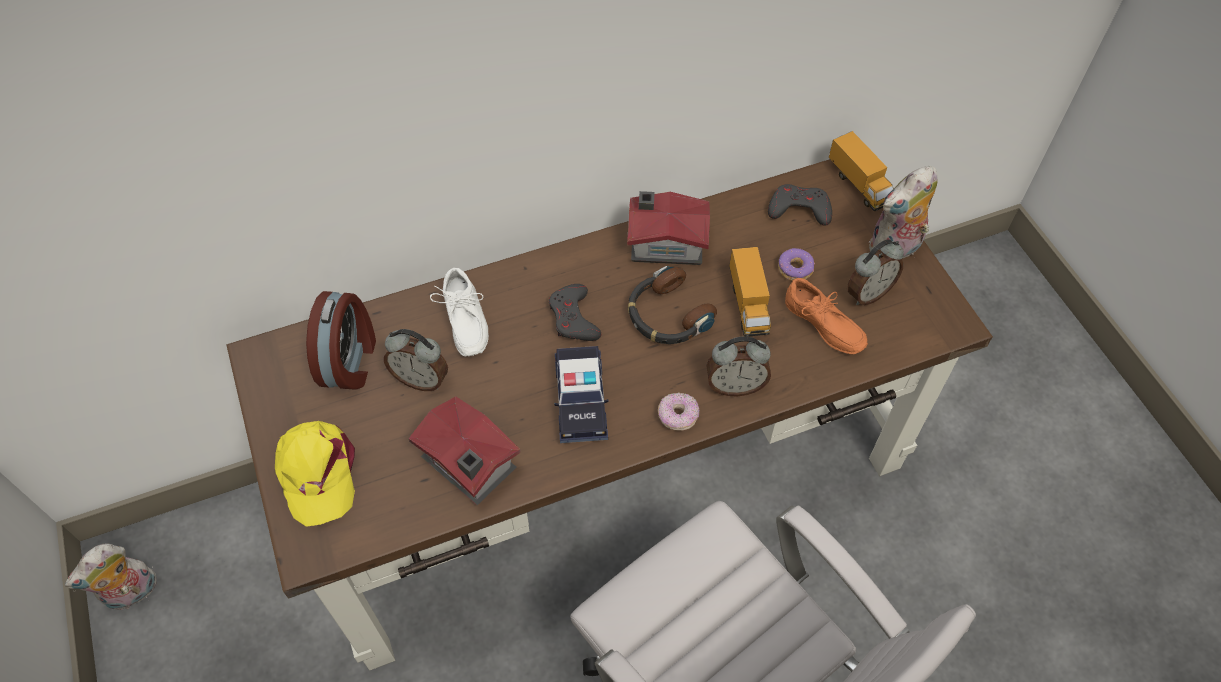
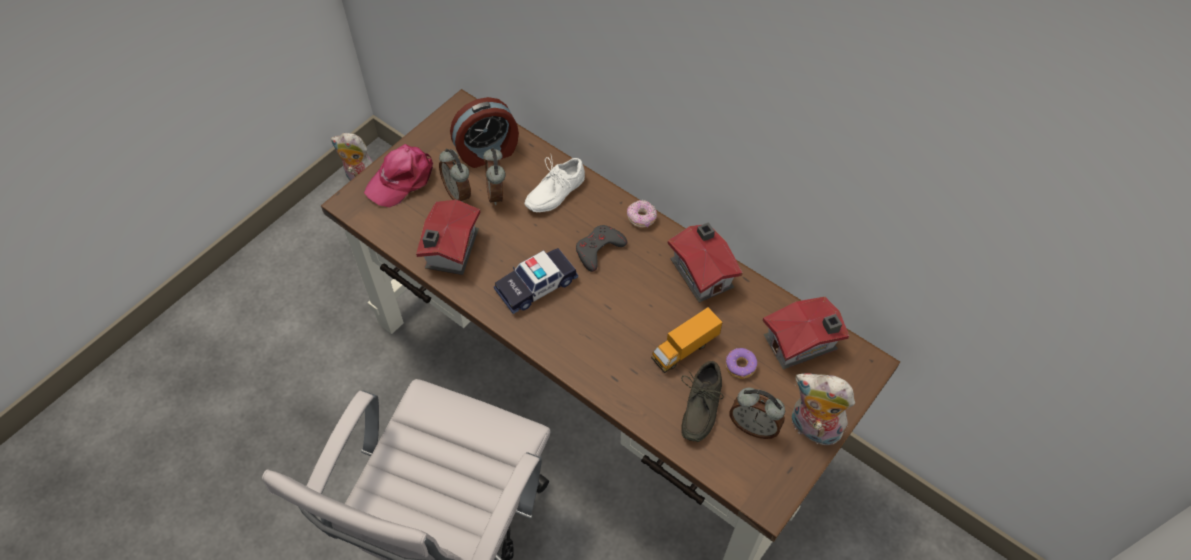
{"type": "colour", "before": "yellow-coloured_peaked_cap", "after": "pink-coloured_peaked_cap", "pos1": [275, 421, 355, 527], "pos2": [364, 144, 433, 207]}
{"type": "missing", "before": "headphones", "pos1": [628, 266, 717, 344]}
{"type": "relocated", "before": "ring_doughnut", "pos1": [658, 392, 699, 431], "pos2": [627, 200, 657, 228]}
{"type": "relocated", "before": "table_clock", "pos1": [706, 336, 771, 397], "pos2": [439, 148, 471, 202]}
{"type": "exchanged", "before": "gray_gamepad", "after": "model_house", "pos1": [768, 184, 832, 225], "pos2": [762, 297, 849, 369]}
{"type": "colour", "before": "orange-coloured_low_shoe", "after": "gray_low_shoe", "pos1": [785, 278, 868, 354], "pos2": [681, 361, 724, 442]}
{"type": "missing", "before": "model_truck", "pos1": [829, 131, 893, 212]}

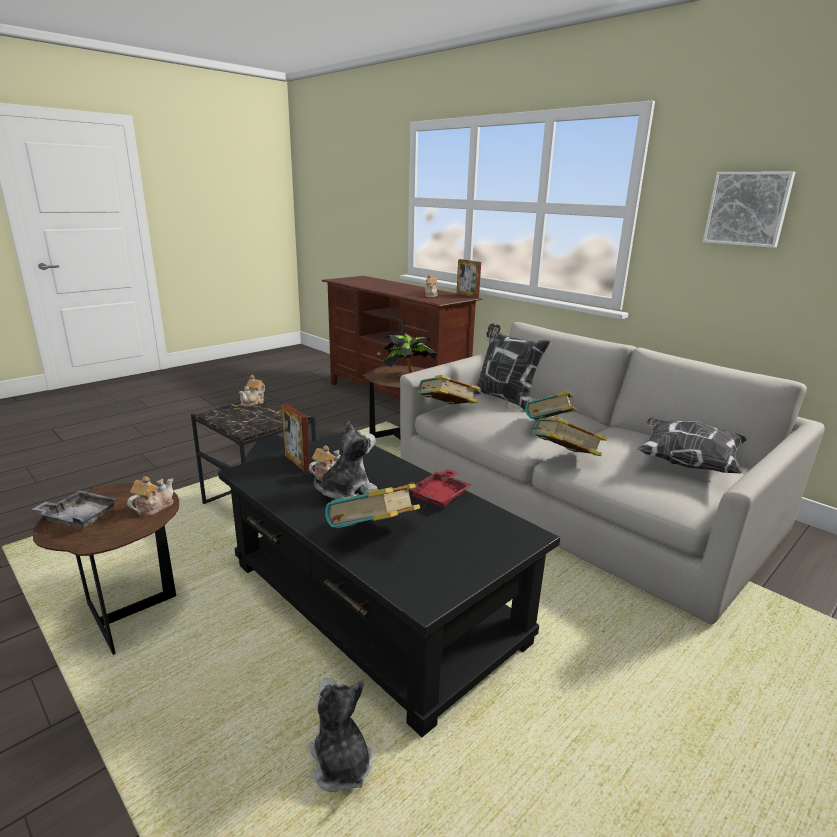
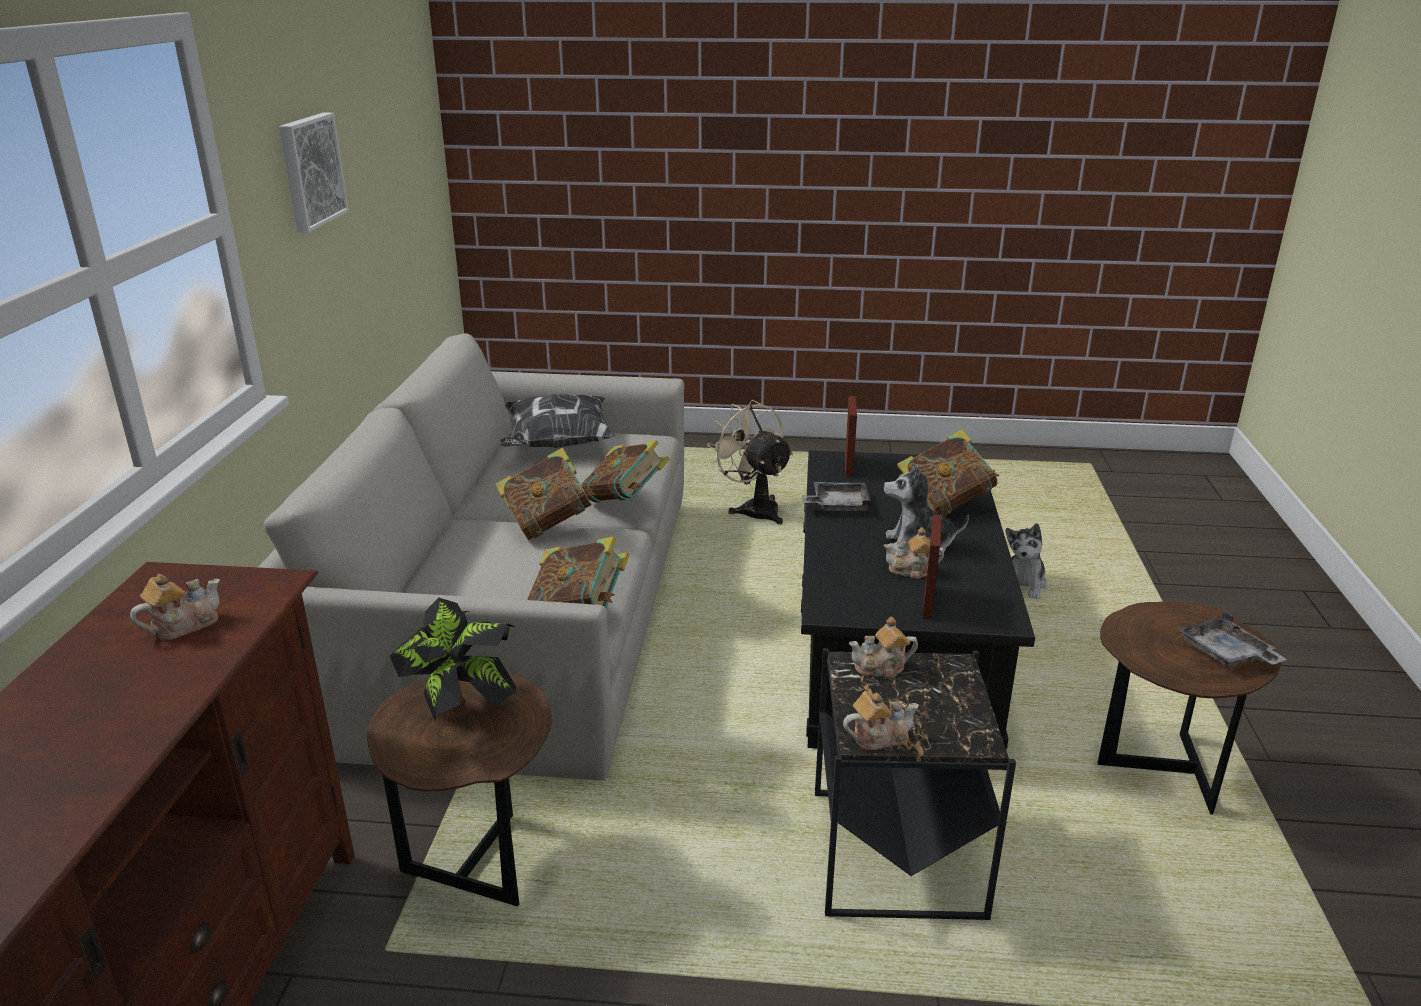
{"type": "relocated", "before": "teapot", "pos1": [127, 476, 173, 516], "pos2": [849, 617, 918, 678]}
{"type": "colour", "before": "reddish_tray", "after": "gray_tray", "pos1": [409, 469, 472, 507], "pos2": [802, 482, 872, 511]}
{"type": "relocated", "before": "picture_frame", "pos1": [457, 259, 481, 298], "pos2": [845, 396, 857, 477]}
{"type": "missing", "before": "cushion", "pos1": [474, 324, 550, 410]}
{"type": "appeared", "after": "beige_fan", "pos2": [707, 400, 793, 524]}

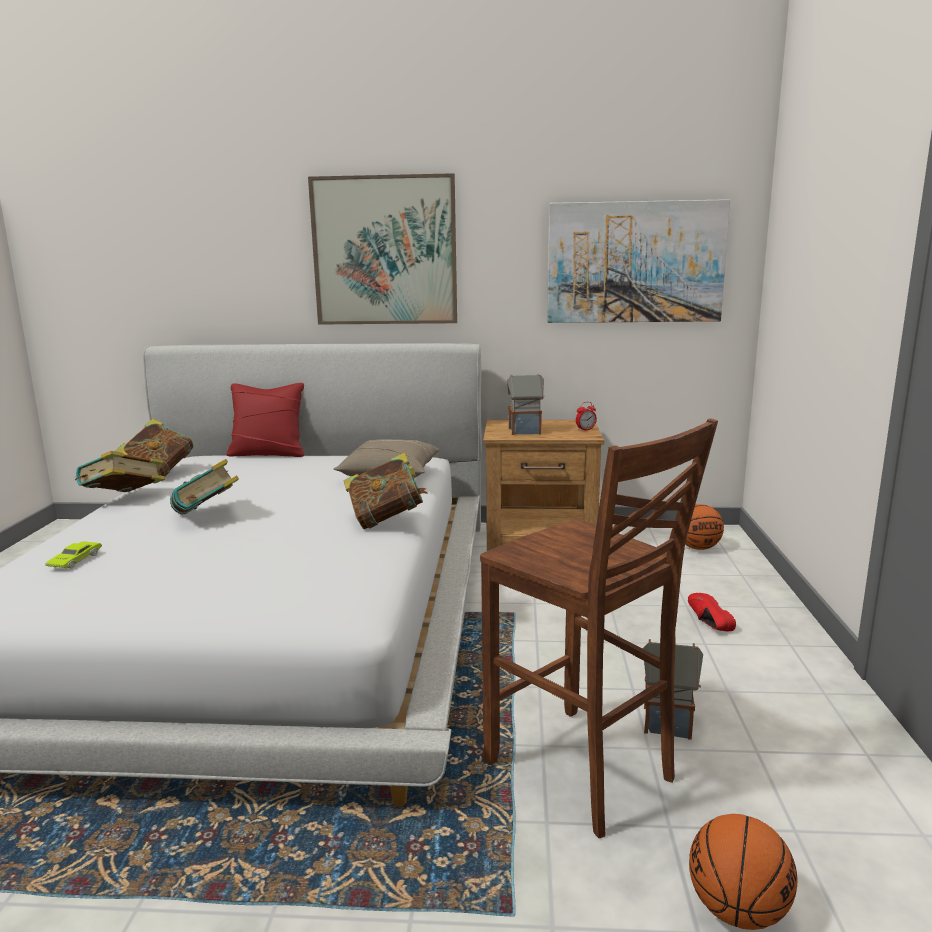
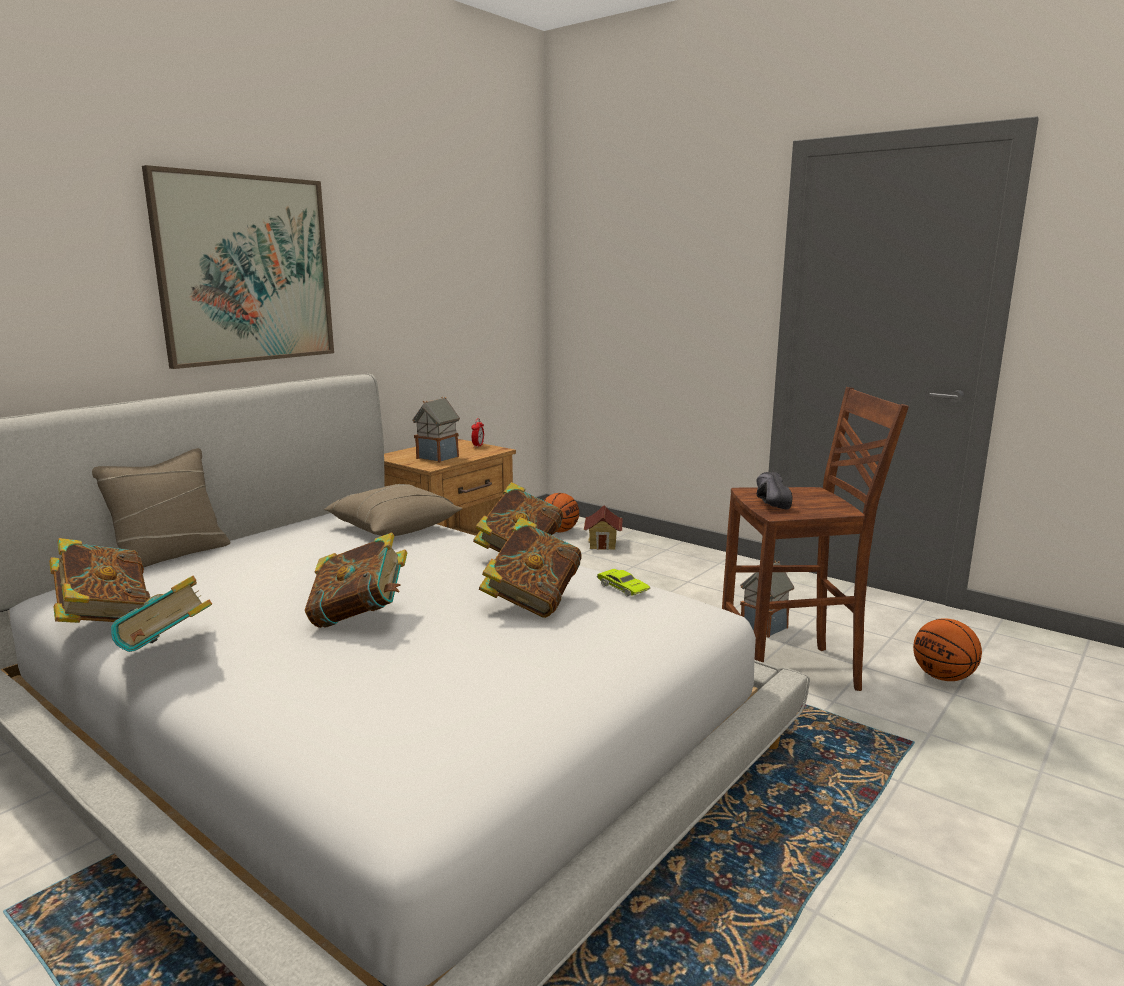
{"type": "relocated", "before": "green-coloured_model_car", "pos1": [45, 541, 102, 568], "pos2": [597, 569, 651, 597]}
{"type": "colour", "before": "reddish_cushion", "after": "beige_cushion", "pos1": [226, 383, 304, 457], "pos2": [92, 448, 231, 568]}
{"type": "missing", "before": "picture", "pos1": [547, 199, 730, 323]}
{"type": "missing", "before": "reddish_low_shoe", "pos1": [688, 593, 736, 631]}
{"type": "appeared", "after": "volume", "pos2": [479, 517, 582, 618]}
{"type": "appeared", "after": "model_house", "pos2": [584, 506, 622, 550]}
{"type": "appeared", "after": "blackish_low_shoe", "pos2": [756, 472, 792, 510]}

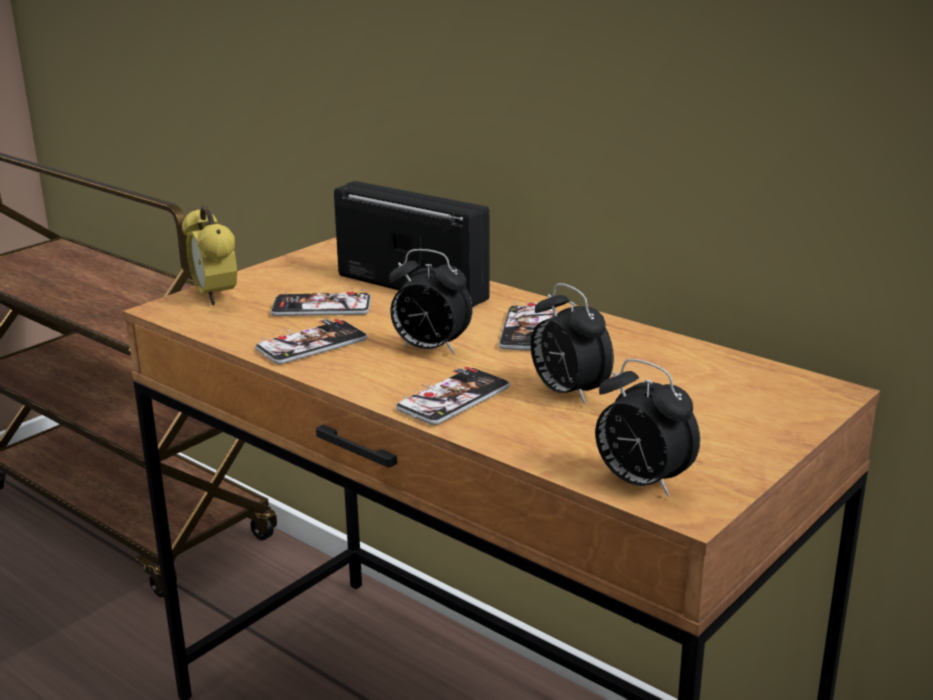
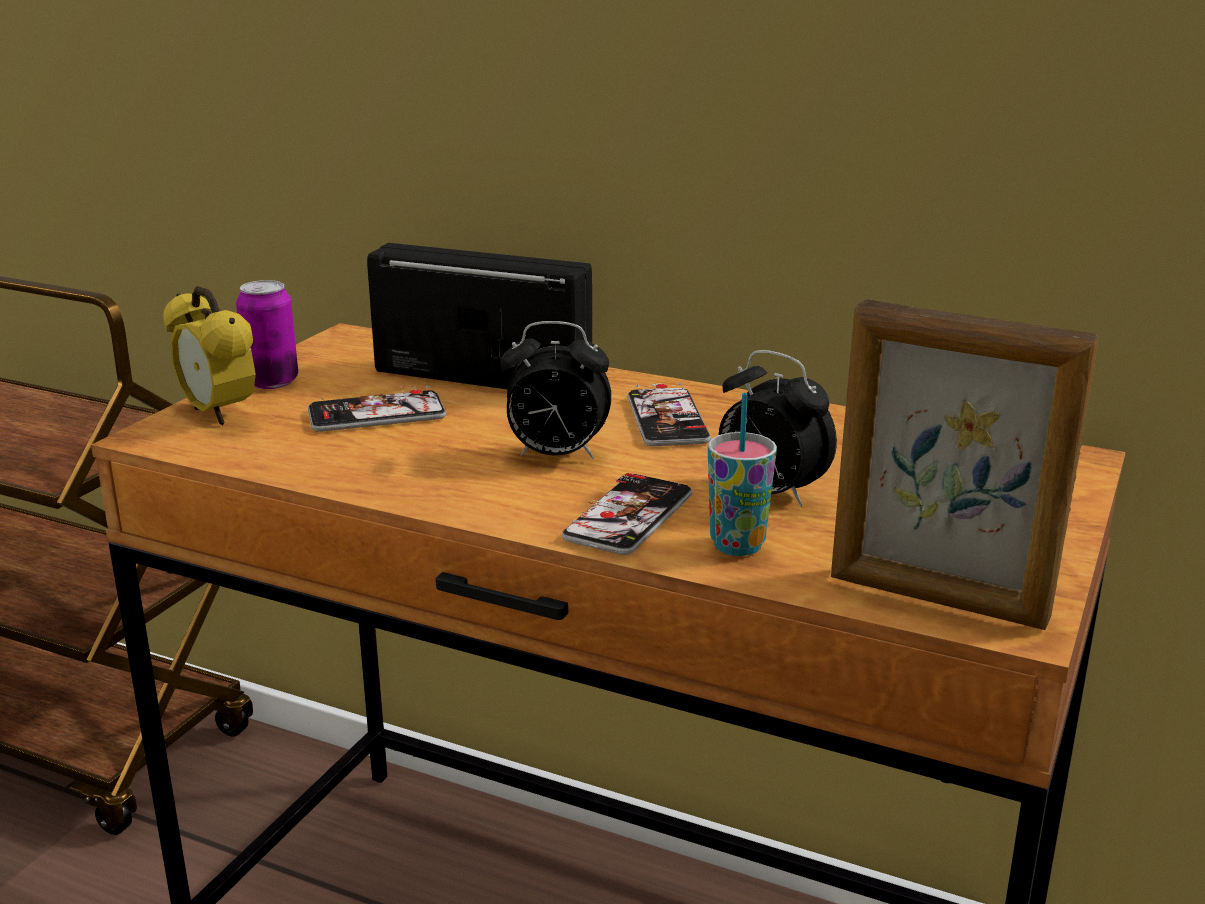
{"type": "missing", "before": "handset", "pos1": [255, 319, 367, 364]}
{"type": "exchanged", "before": "table_clock", "after": "picture_frame", "pos1": [595, 359, 700, 497], "pos2": [831, 299, 1099, 630]}
{"type": "appeared", "after": "sealed_can", "pos2": [236, 280, 298, 389]}
{"type": "appeared", "after": "cup", "pos2": [708, 393, 777, 556]}

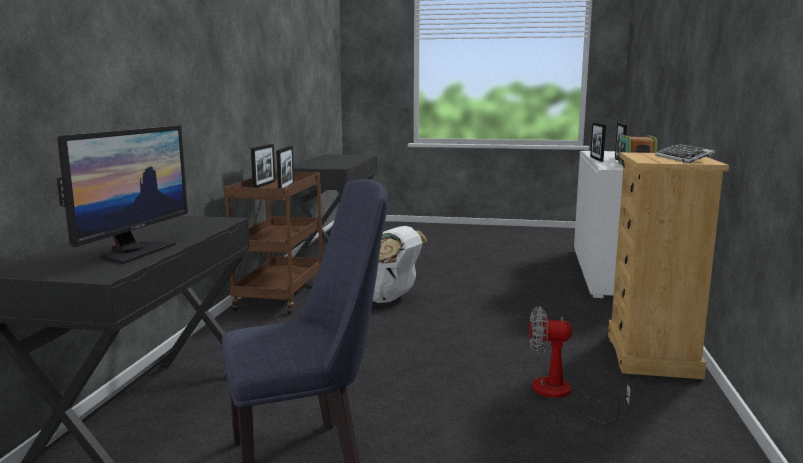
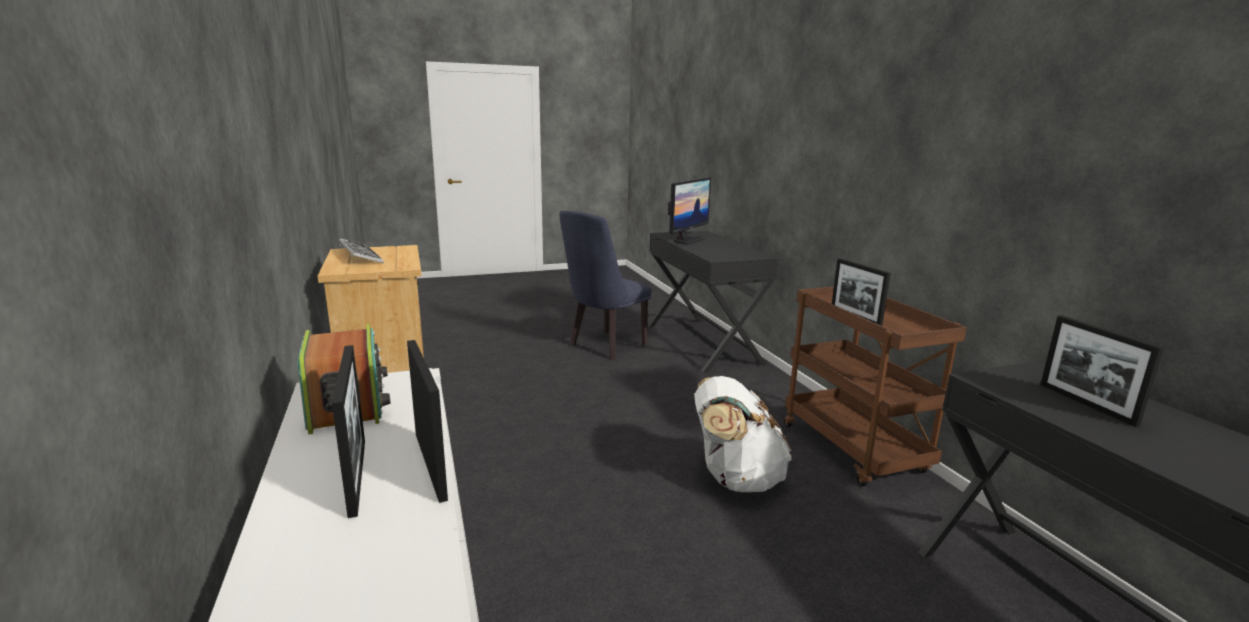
{"type": "spun", "before": "monitor", "pos1": [57, 126, 188, 264], "pos2": [668, 177, 711, 245], "turn": -135}
{"type": "relocated", "before": "picture_frame", "pos1": [251, 144, 275, 188], "pos2": [1041, 315, 1164, 427]}
{"type": "missing", "before": "fan", "pos1": [529, 306, 631, 424]}

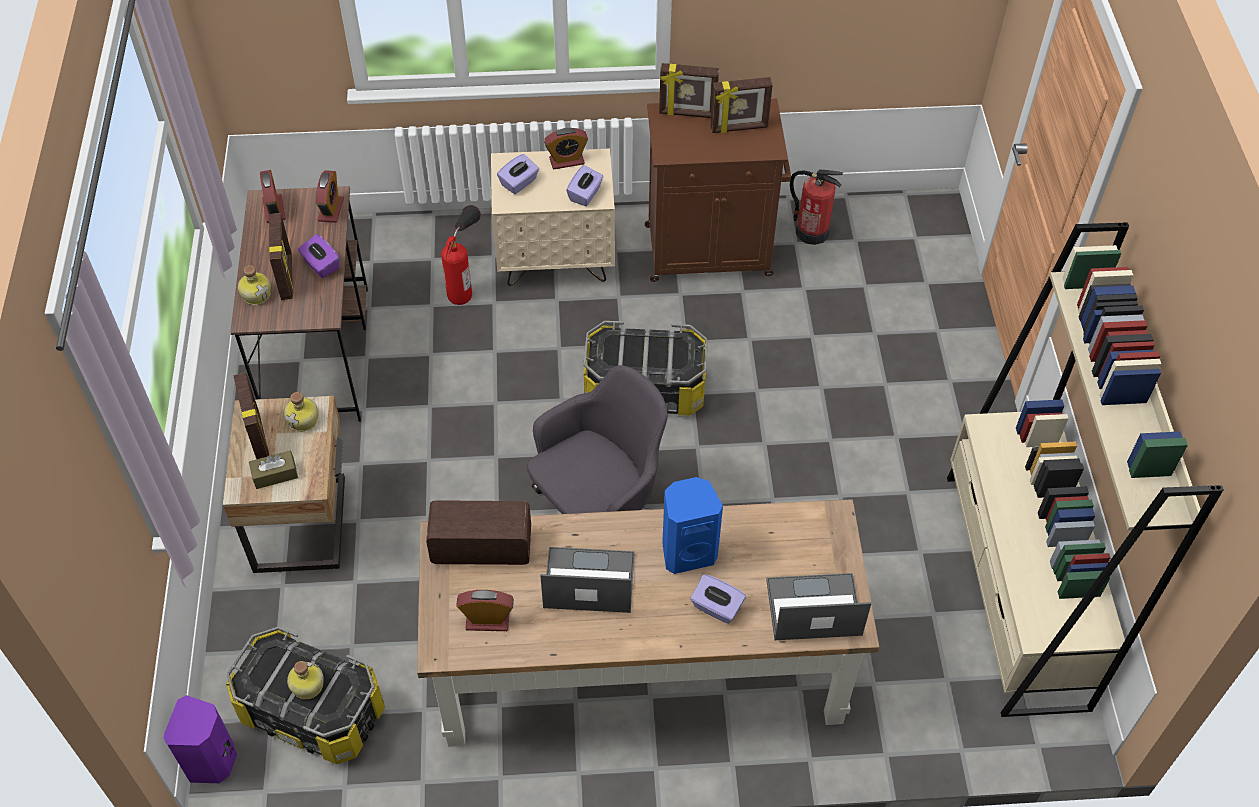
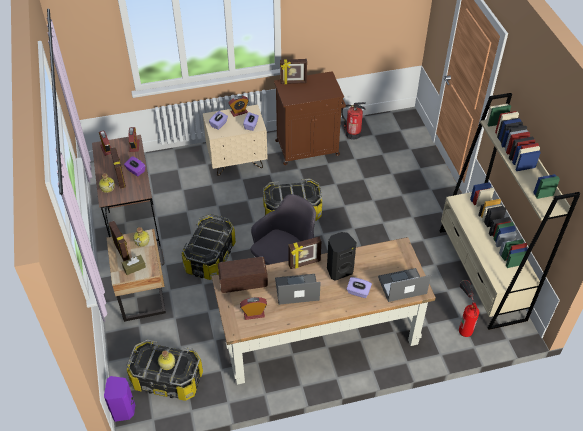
{"type": "relocated", "before": "fire-fighting_cylinder", "pos1": [441, 205, 481, 305], "pos2": [459, 280, 479, 337]}
{"type": "colour", "before": "bluish_speaker", "after": "blackish_speaker", "pos1": [662, 477, 723, 574], "pos2": [327, 232, 356, 281]}
{"type": "relocated", "before": "picture_frame", "pos1": [711, 77, 773, 133], "pos2": [289, 237, 321, 269]}
{"type": "appeared", "after": "storage_box", "pos2": [181, 214, 236, 280]}

